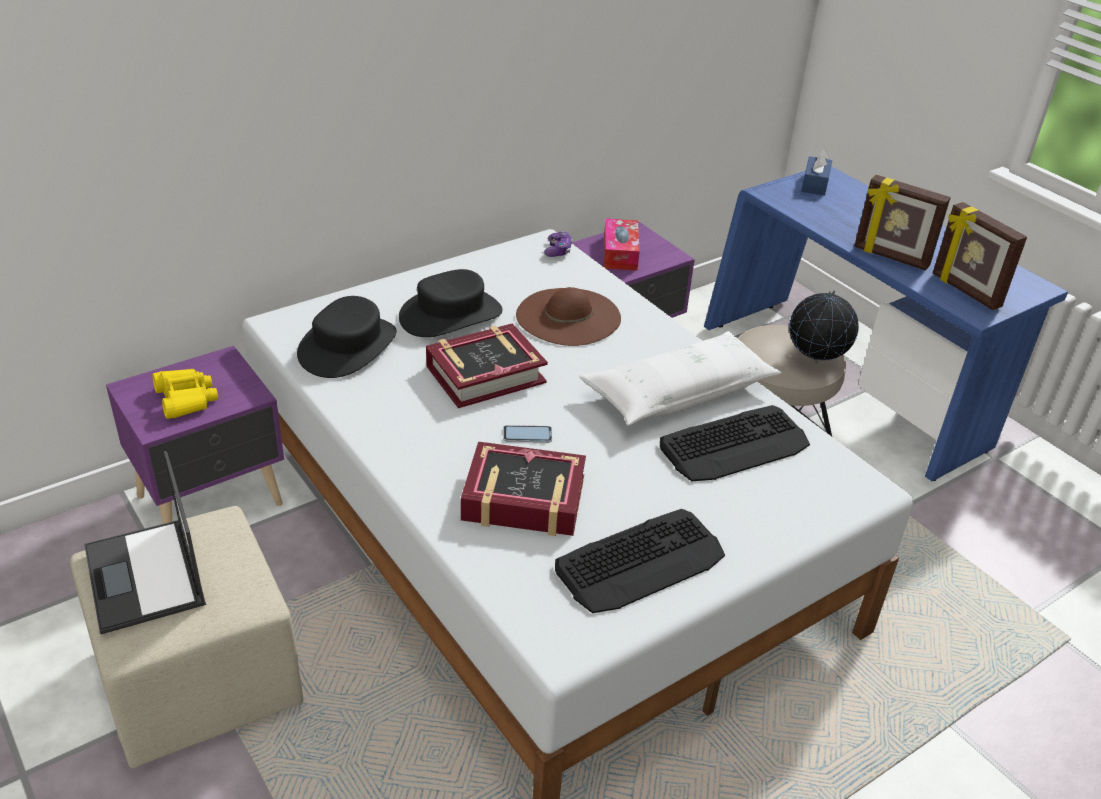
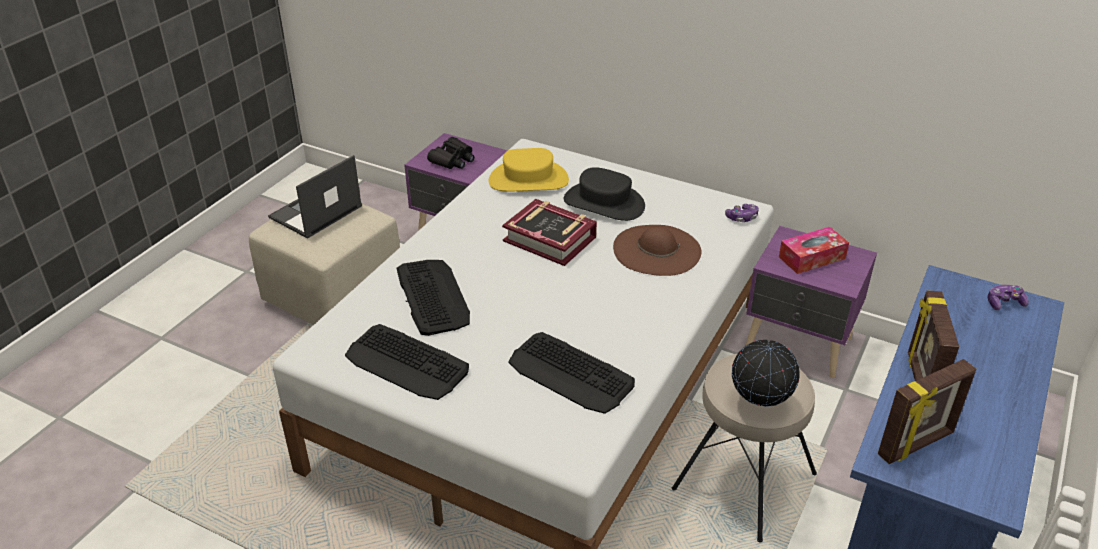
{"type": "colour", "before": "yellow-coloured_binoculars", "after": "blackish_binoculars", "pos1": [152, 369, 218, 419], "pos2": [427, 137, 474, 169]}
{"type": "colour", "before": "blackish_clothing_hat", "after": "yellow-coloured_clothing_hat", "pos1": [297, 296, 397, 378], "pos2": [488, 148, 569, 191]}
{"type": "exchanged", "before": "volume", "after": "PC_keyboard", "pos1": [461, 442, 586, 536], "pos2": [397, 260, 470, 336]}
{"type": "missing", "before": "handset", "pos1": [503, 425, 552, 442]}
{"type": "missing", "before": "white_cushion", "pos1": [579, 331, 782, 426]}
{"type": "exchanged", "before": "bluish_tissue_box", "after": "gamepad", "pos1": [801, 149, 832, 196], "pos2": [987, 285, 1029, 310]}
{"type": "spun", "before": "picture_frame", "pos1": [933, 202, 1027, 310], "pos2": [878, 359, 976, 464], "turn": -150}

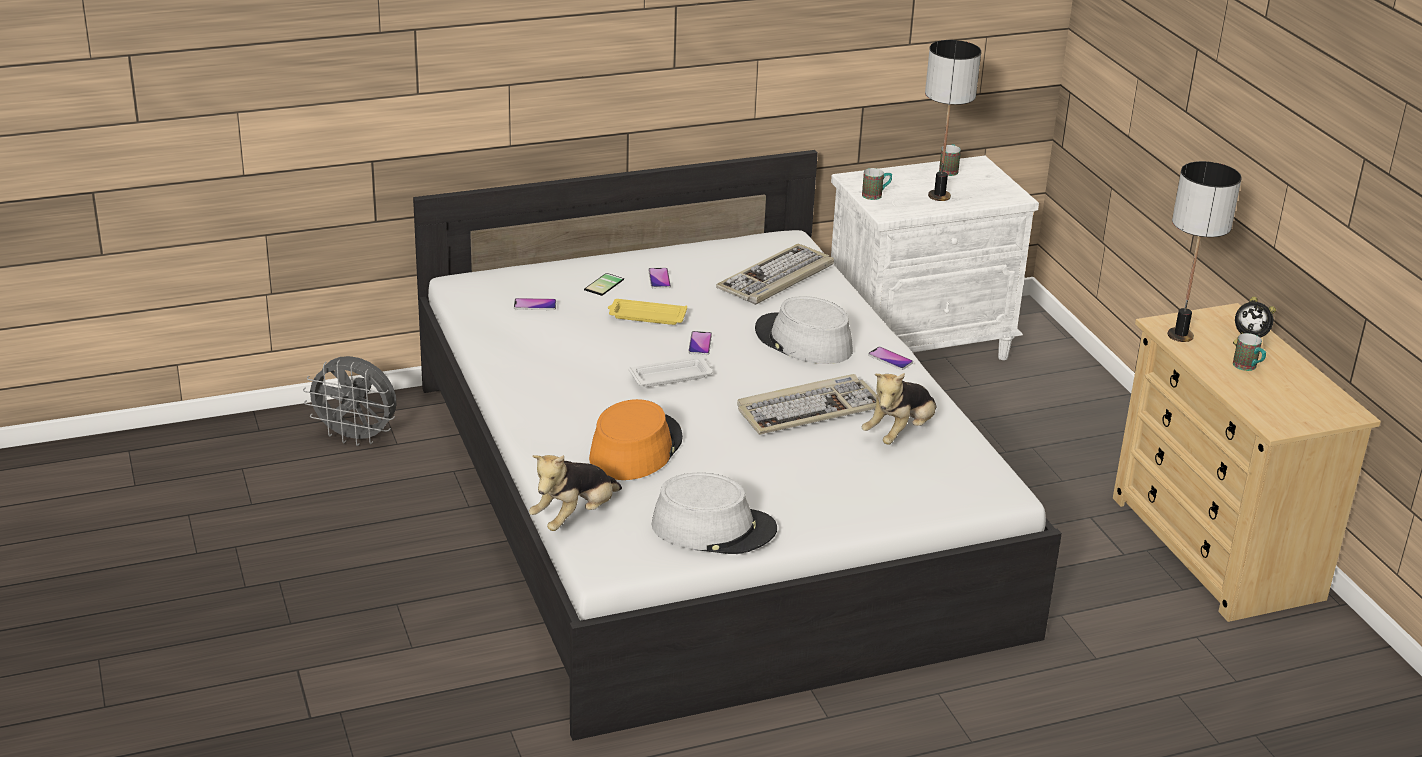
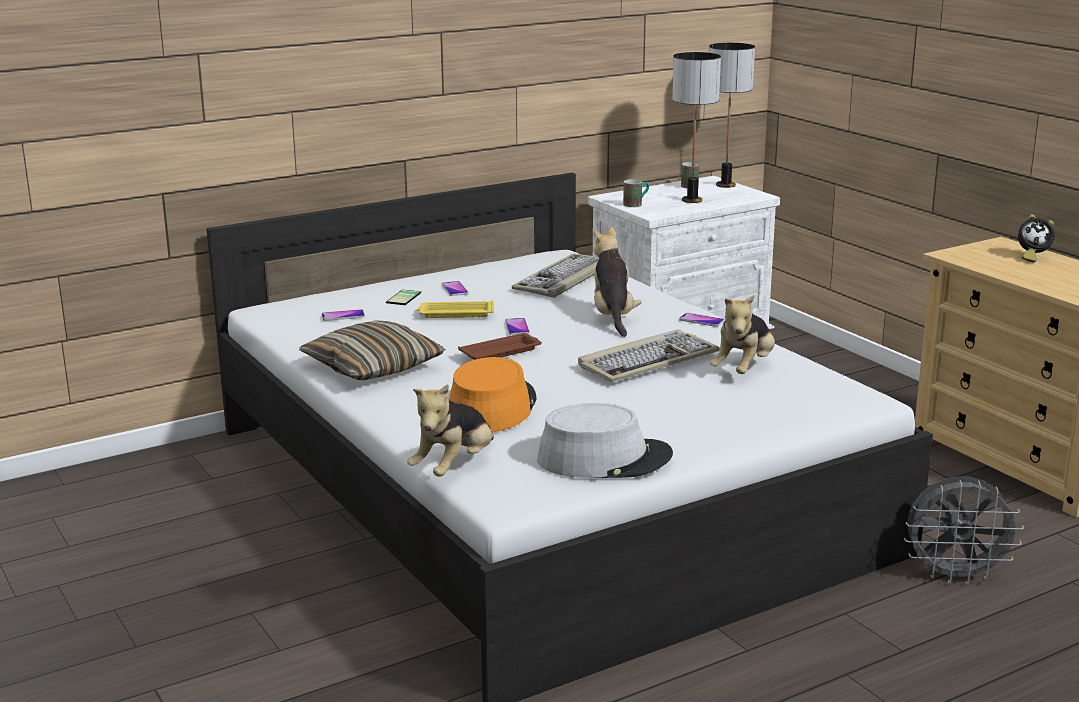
{"type": "relocated", "before": "gray_fan", "pos1": [303, 356, 396, 446], "pos2": [904, 477, 1024, 585]}
{"type": "colour", "before": "white_tray", "after": "brown-coloured_tray", "pos1": [628, 357, 712, 387], "pos2": [458, 333, 542, 360]}
{"type": "exchanged", "before": "gray_clothing_hat", "after": "soft_toy", "pos1": [755, 296, 853, 364], "pos2": [594, 227, 642, 337]}
{"type": "relocated", "before": "lamp_for_a_table", "pos1": [1168, 161, 1242, 342], "pos2": [709, 43, 755, 188]}
{"type": "missing", "before": "mug", "pos1": [1233, 333, 1266, 371]}
{"type": "appeared", "after": "cushion", "pos2": [299, 321, 445, 380]}

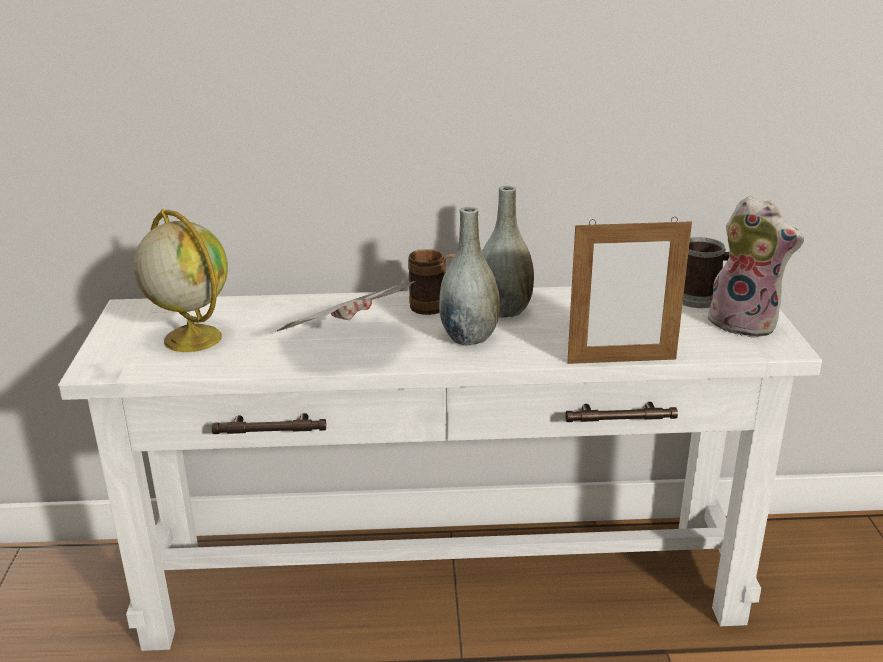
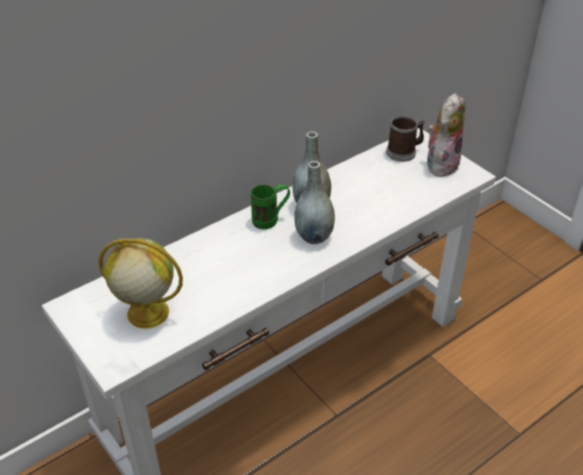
{"type": "missing", "before": "daily_paper", "pos1": [275, 281, 416, 332]}
{"type": "colour", "before": "brown-coloured_mug", "after": "green-coloured_mug", "pos1": [408, 249, 455, 315], "pos2": [250, 184, 290, 229]}
{"type": "missing", "before": "picture_frame", "pos1": [567, 217, 692, 364]}
{"type": "spun", "before": "soft_toy", "pos1": [708, 196, 804, 338], "pos2": [427, 93, 465, 179], "turn": -60}

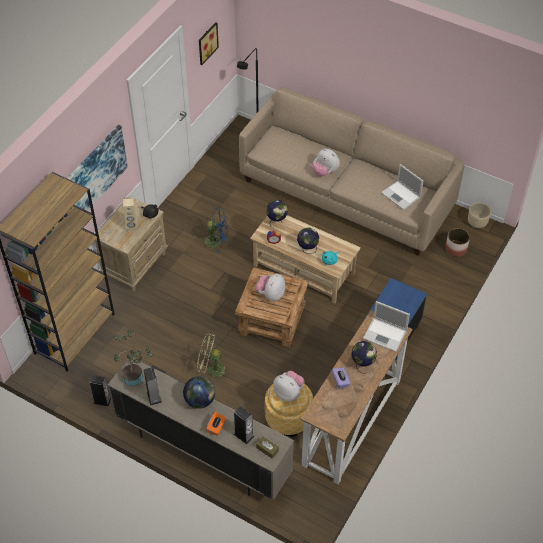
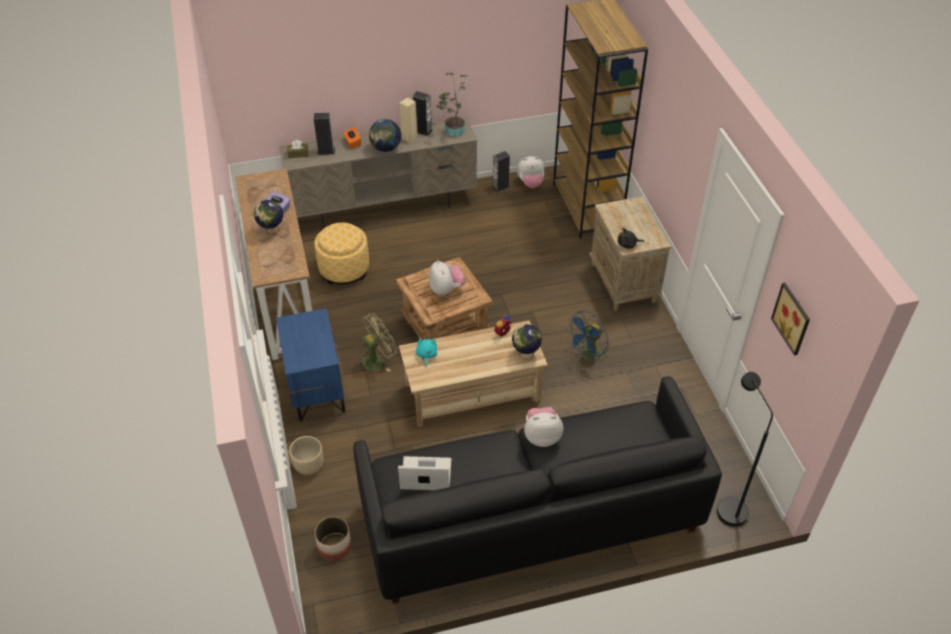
{"type": "missing", "before": "picture", "pos1": [67, 125, 128, 211]}
{"type": "relocated", "before": "beige_speaker", "pos1": [123, 198, 138, 231], "pos2": [399, 97, 418, 143]}
{"type": "relocated", "before": "green-coloured_fan", "pos1": [197, 334, 229, 383], "pos2": [355, 313, 398, 372]}
{"type": "colour", "before": "beige_sofa", "after": "blackish_sofa", "pos1": [239, 87, 465, 256], "pos2": [353, 376, 722, 604]}
{"type": "relocated", "before": "soft_toy", "pos1": [273, 371, 305, 402], "pos2": [517, 156, 544, 188]}
{"type": "missing", "before": "globe", "pos1": [297, 227, 319, 254]}
{"type": "missing", "before": "notebook_computer", "pos1": [363, 301, 410, 352]}
{"type": "relocated", "before": "beige_plant_pot", "pos1": [468, 202, 491, 228], "pos2": [289, 436, 323, 475]}

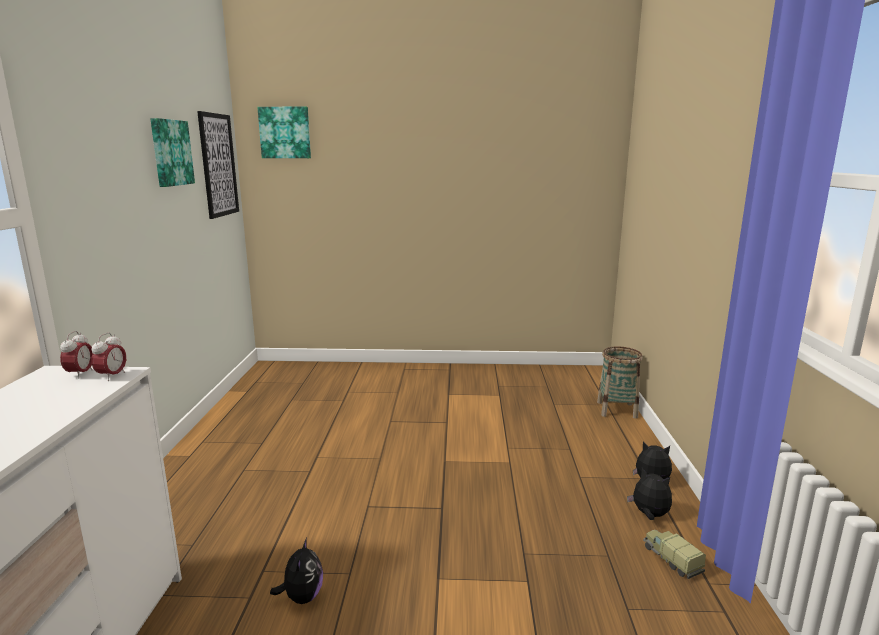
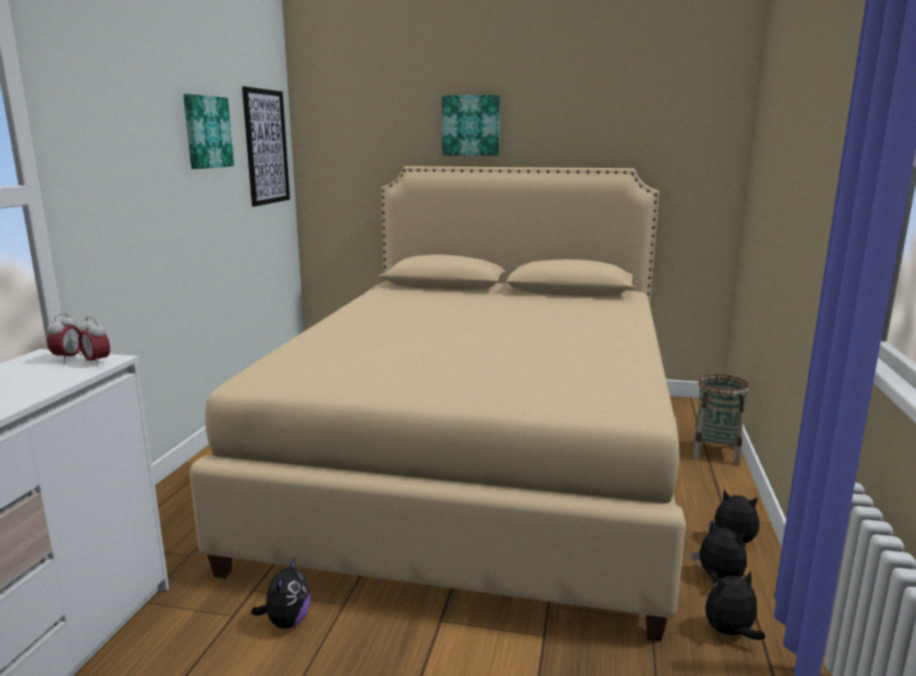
{"type": "spun", "before": "table_clock", "pos1": [91, 333, 126, 381], "pos2": [78, 316, 110, 366], "turn": 105}
{"type": "relocated", "before": "picture", "pos1": [257, 107, 311, 158], "pos2": [442, 95, 500, 156]}
{"type": "exchanged", "before": "model_truck", "after": "soft_toy", "pos1": [643, 530, 706, 579], "pos2": [705, 571, 765, 640]}
{"type": "appeared", "after": "beige_bed", "pos2": [189, 166, 686, 642]}

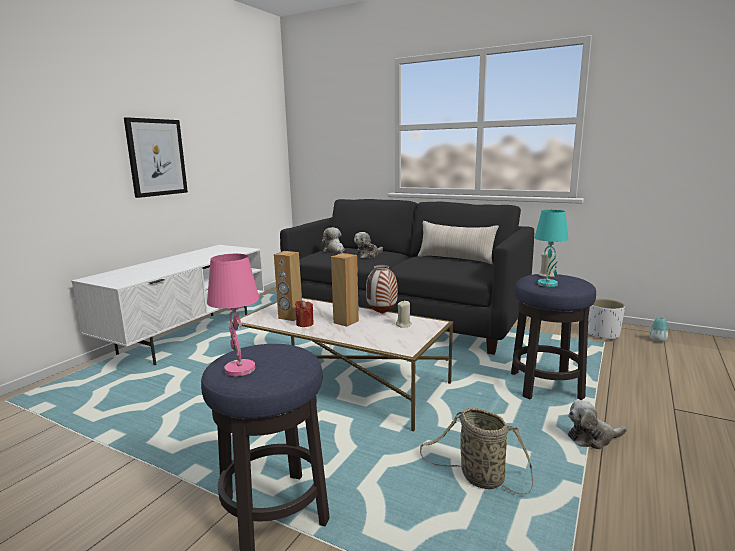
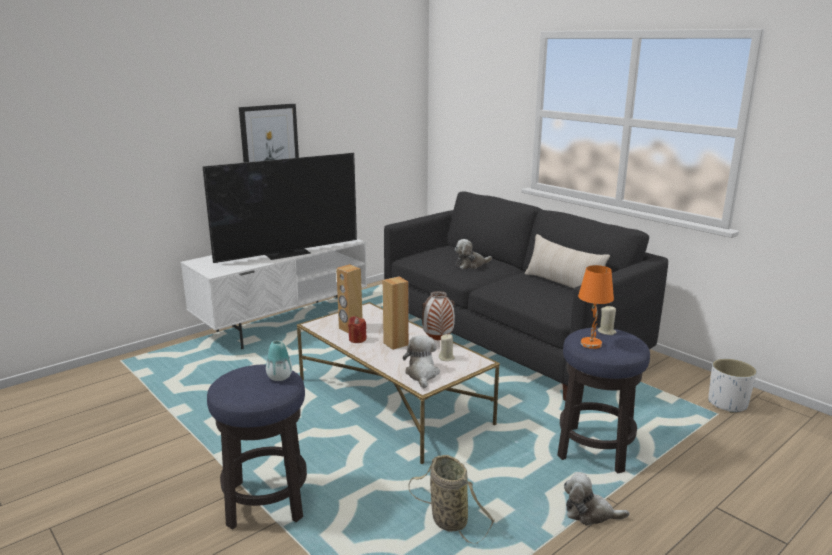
{"type": "missing", "before": "pink-coloured_lamp_for_a_table", "pos1": [207, 254, 259, 376]}
{"type": "relocated", "before": "soft_toy", "pos1": [321, 227, 345, 254], "pos2": [403, 335, 440, 388]}
{"type": "colour", "before": "turquoise_lamp_for_a_table", "after": "orange-coloured_lamp_for_a_table", "pos1": [535, 210, 568, 287], "pos2": [578, 265, 614, 349]}
{"type": "relocated", "before": "decorative_vase", "pos1": [649, 317, 668, 342], "pos2": [266, 340, 292, 381]}
{"type": "appeared", "after": "television", "pos2": [203, 153, 357, 263]}

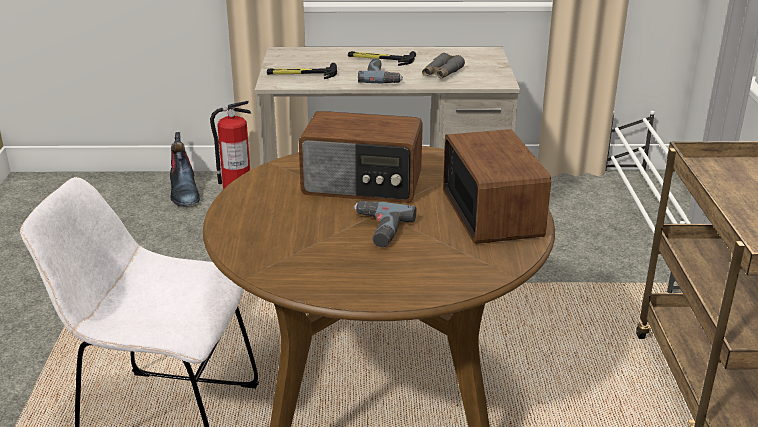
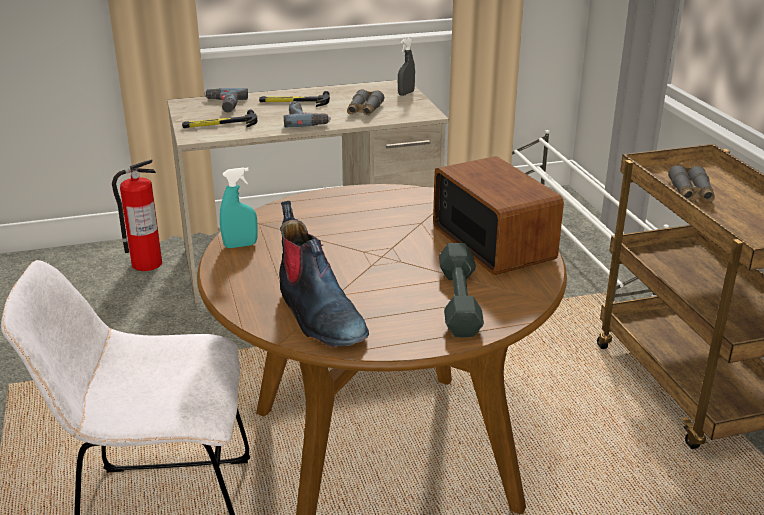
{"type": "relocated", "before": "tall_boot", "pos1": [170, 132, 200, 206], "pos2": [279, 201, 369, 347]}
{"type": "missing", "before": "radio_receiver", "pos1": [299, 111, 423, 203]}
{"type": "relocated", "before": "power_drill", "pos1": [354, 201, 416, 247], "pos2": [204, 88, 248, 113]}
{"type": "appeared", "after": "turquoise_hand_sprayer", "pos2": [220, 167, 258, 248]}
{"type": "appeared", "after": "gray_hand_sprayer", "pos2": [398, 38, 415, 96]}
{"type": "appeared", "after": "gray_free_weight", "pos2": [439, 243, 484, 337]}
{"type": "appeared", "after": "gray_binoculars", "pos2": [668, 165, 715, 202]}

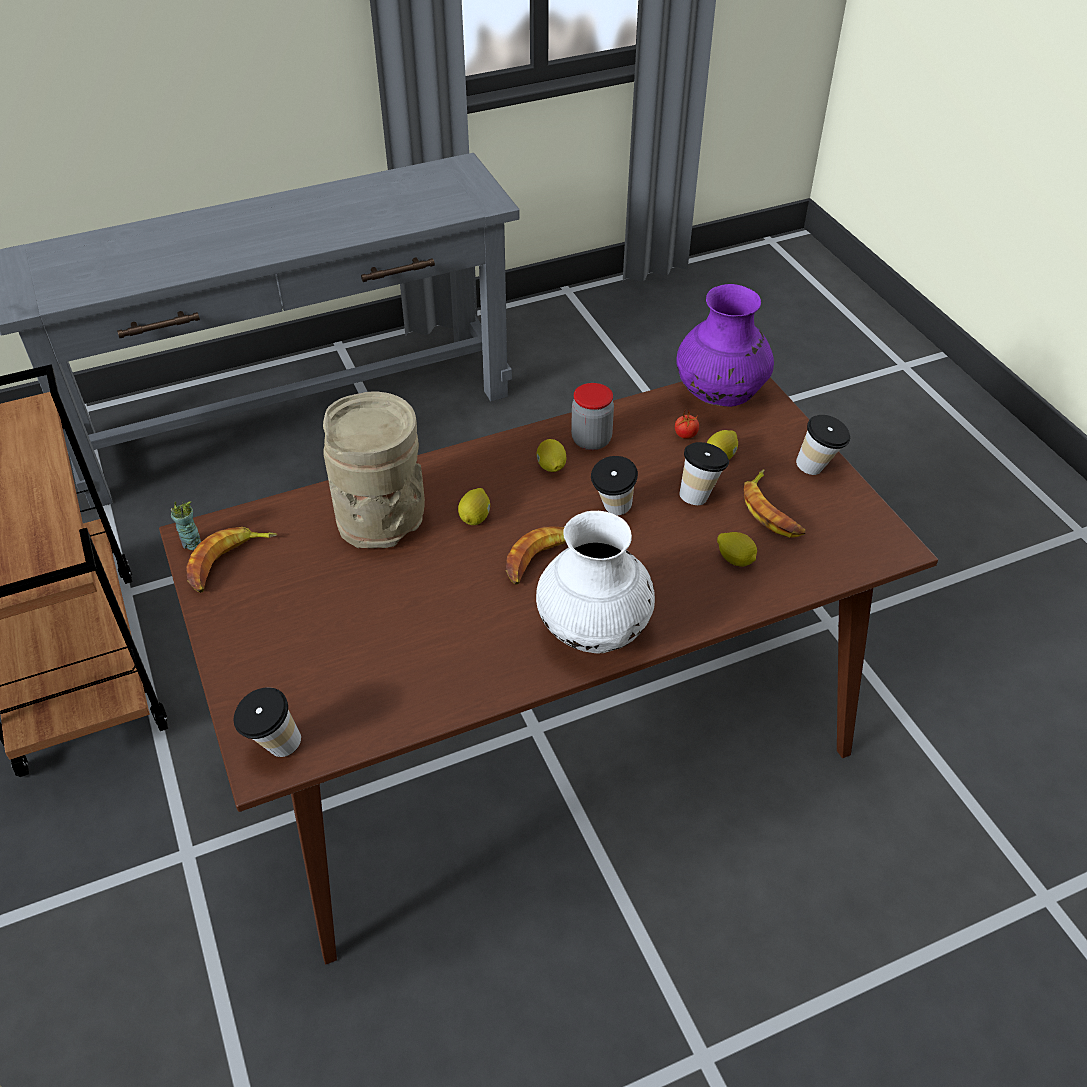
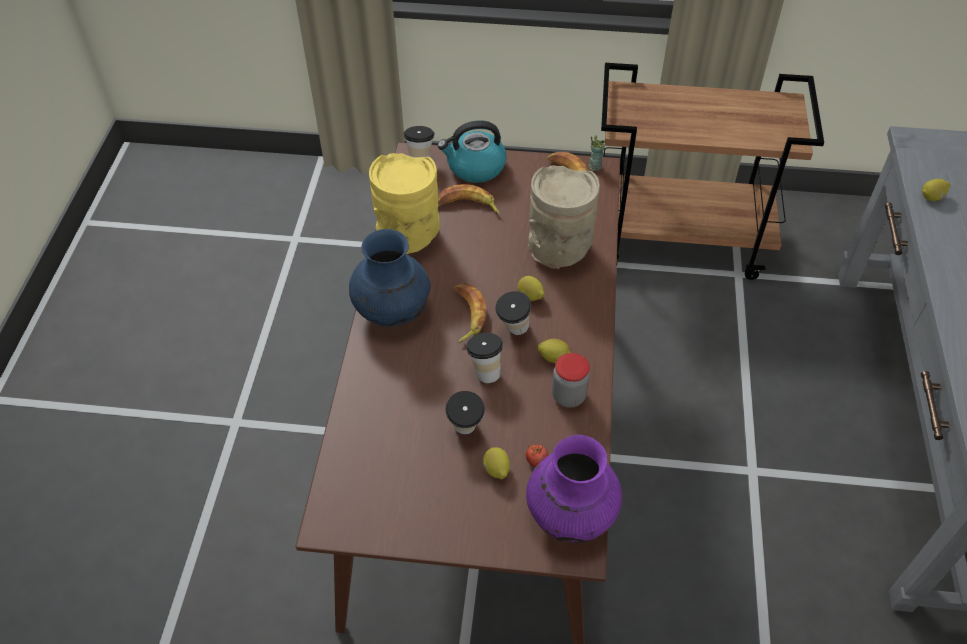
{"type": "colour", "before": "white_decorative_vase", "after": "bluish_decorative_vase", "pos1": [536, 511, 655, 653], "pos2": [349, 229, 430, 327]}
{"type": "relocated", "before": "lemon", "pos1": [717, 532, 757, 567], "pos2": [922, 179, 950, 201]}
{"type": "relocated", "before": "whole_banana", "pos1": [744, 469, 805, 538], "pos2": [438, 184, 500, 215]}
{"type": "relocated", "before": "cup", "pos1": [796, 415, 850, 475], "pos2": [495, 291, 531, 335]}
{"type": "appeared", "after": "yellow-coloured_decorative_vase", "pos2": [369, 153, 440, 254]}
{"type": "appeared", "after": "water_kettle", "pos2": [437, 120, 506, 183]}

